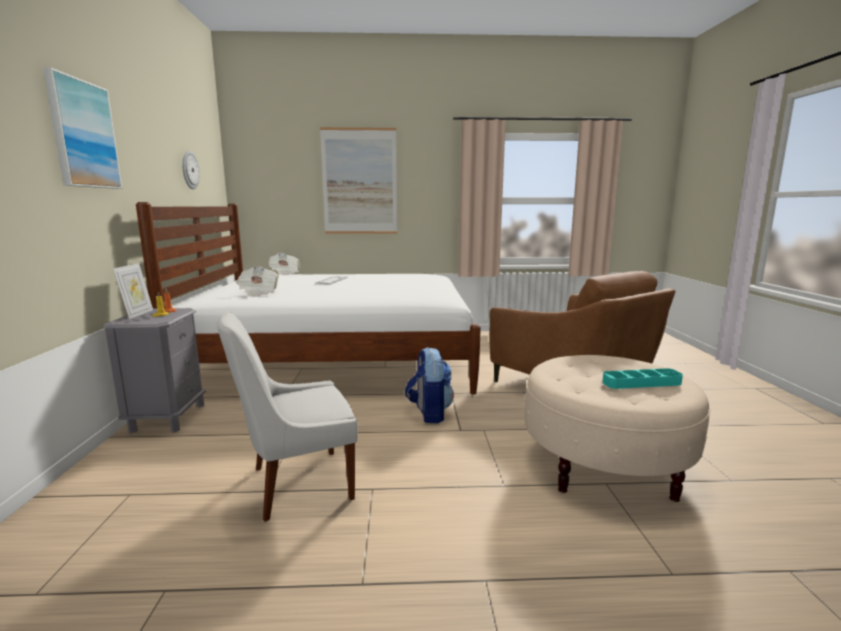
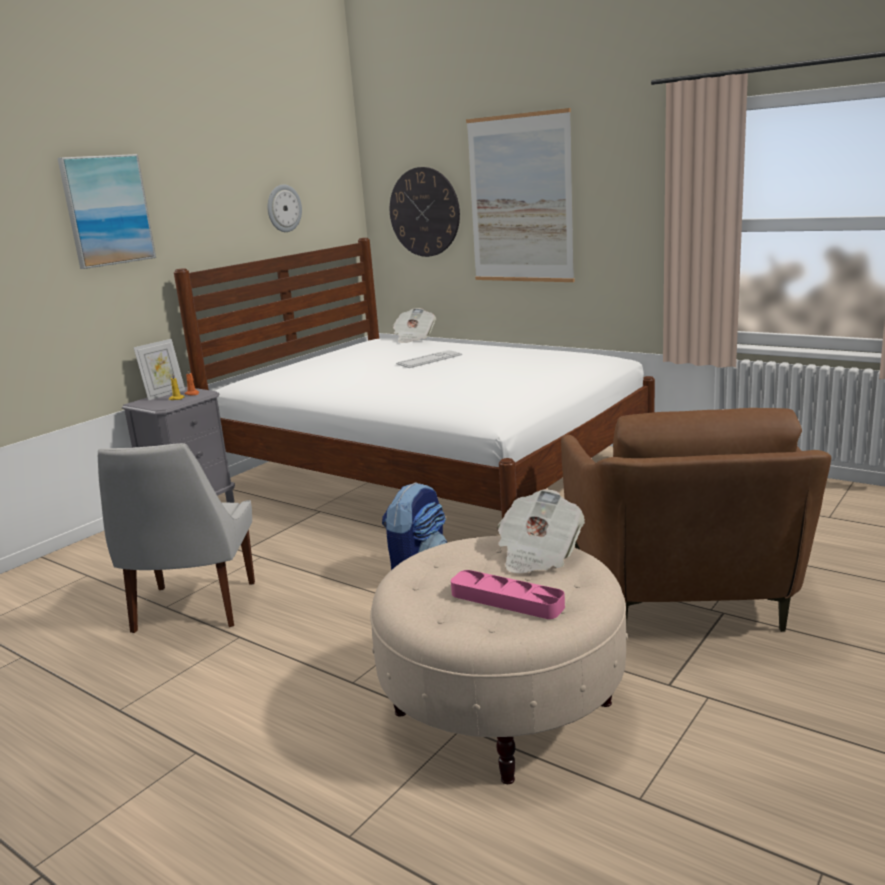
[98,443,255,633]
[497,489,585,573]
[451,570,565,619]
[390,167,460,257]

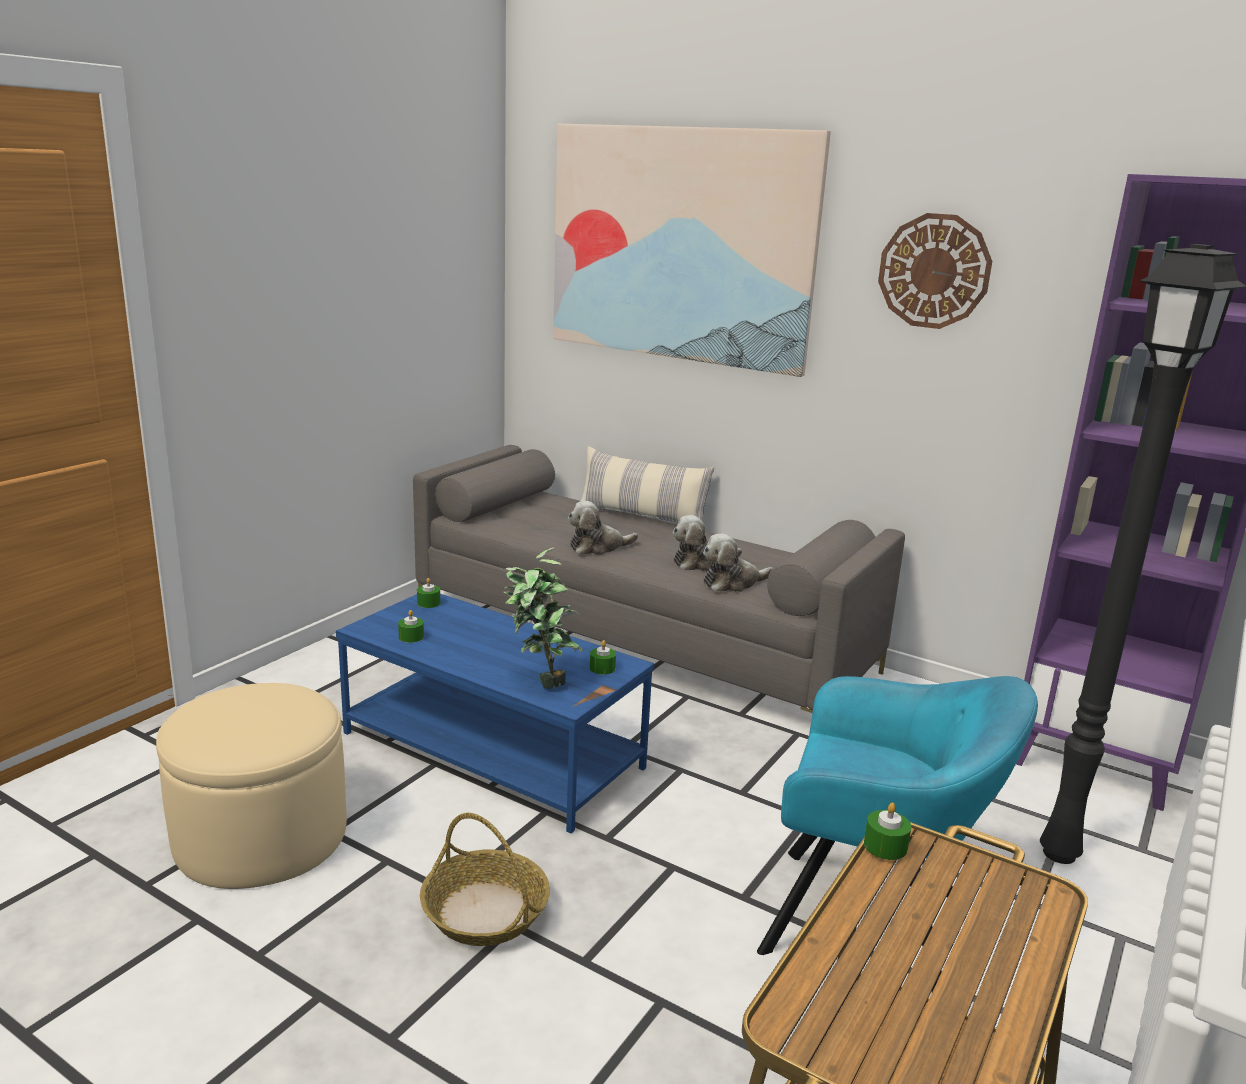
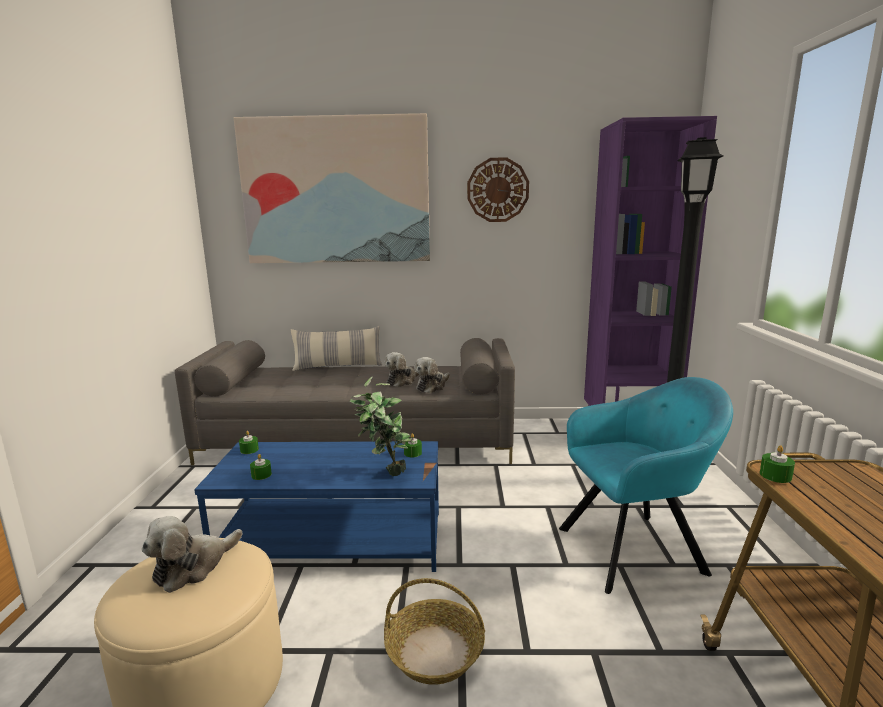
[141,516,242,593]

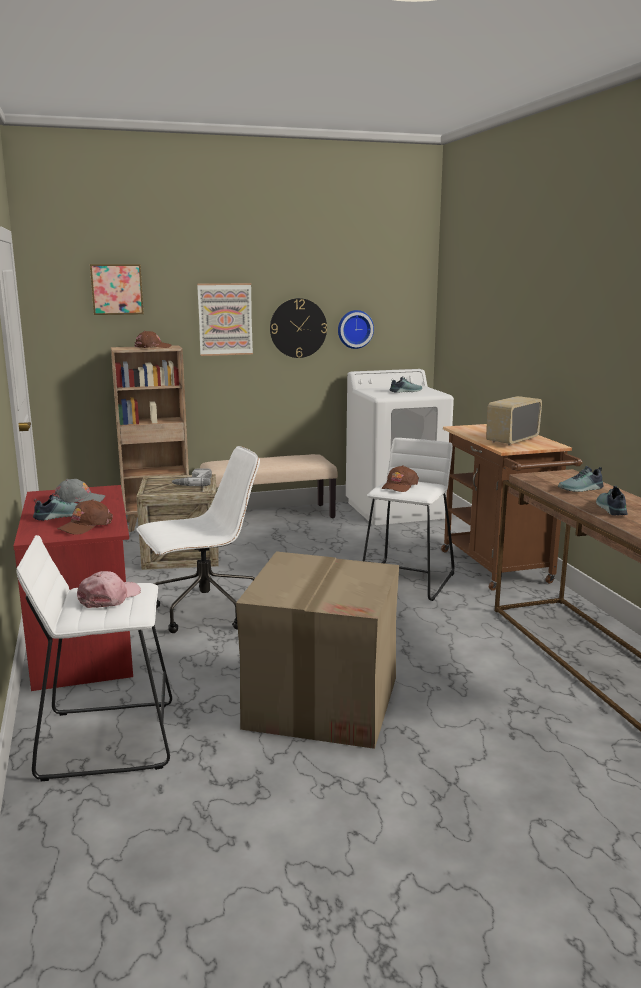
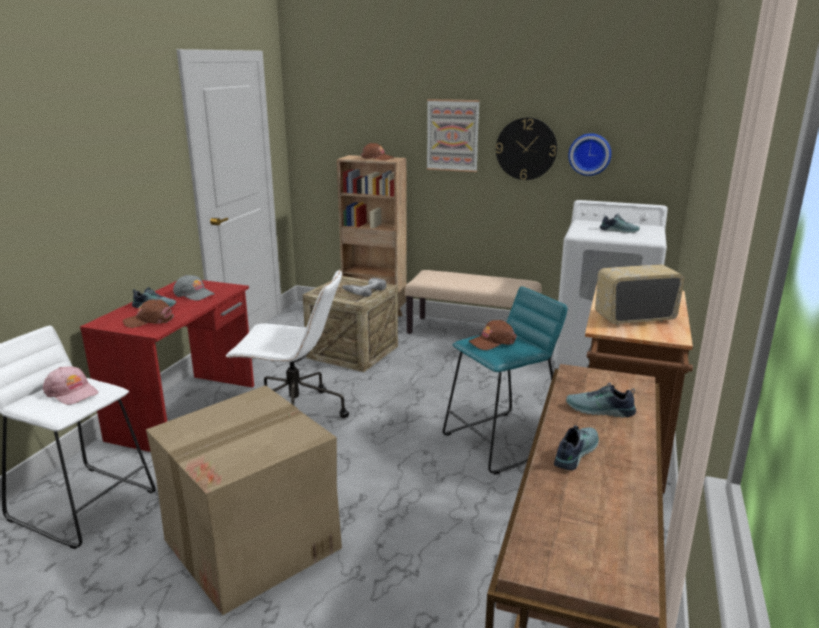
[43,367,99,405]
[90,264,144,315] (first image)
[443,286,568,475]

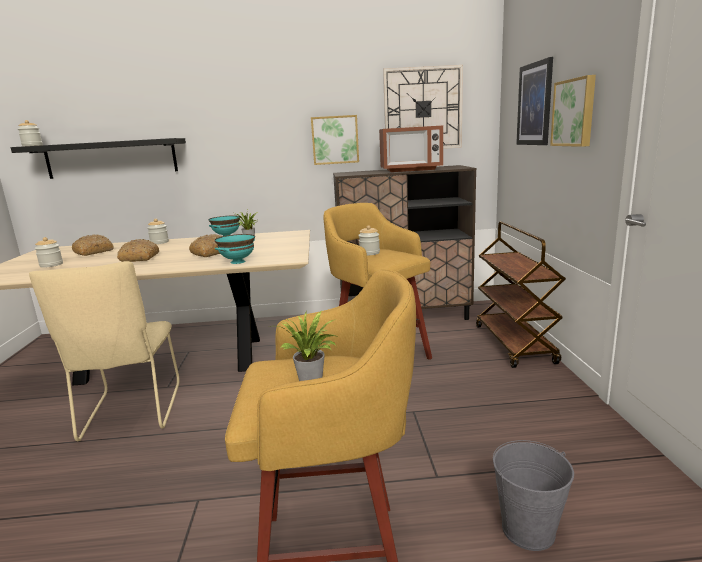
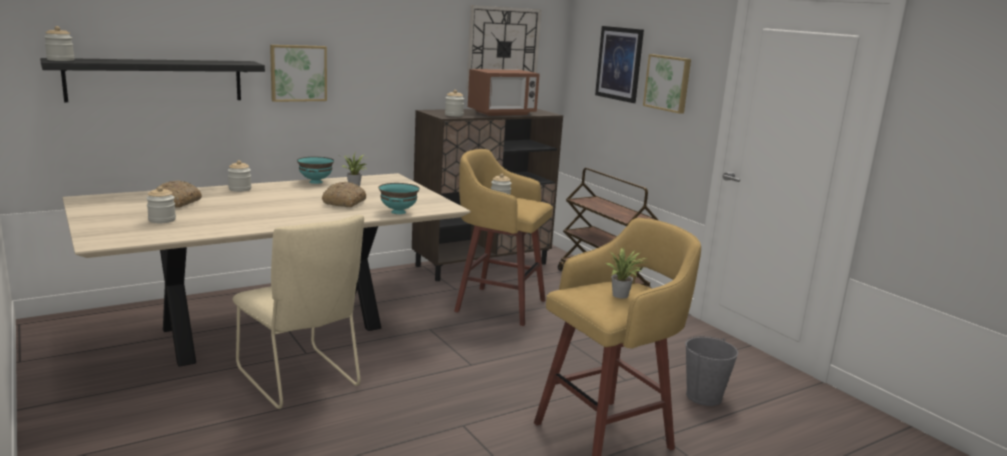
[117,239,159,262] (first image)
[270,45,327,102]
[445,90,464,117]

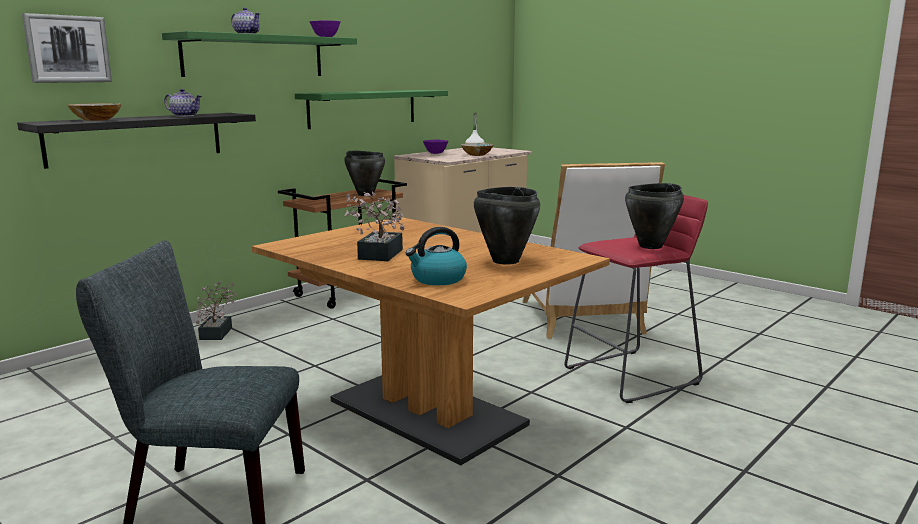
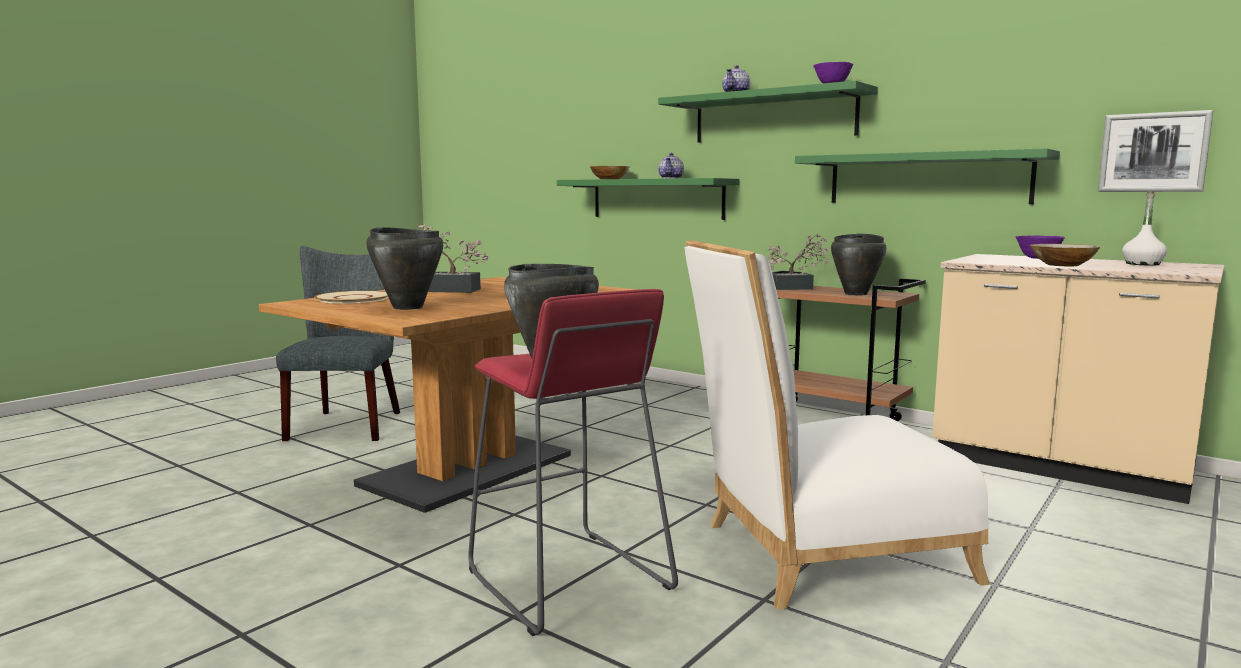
[557,178,739,220]
[1098,110,1213,192]
[767,234,829,290]
[314,291,388,304]

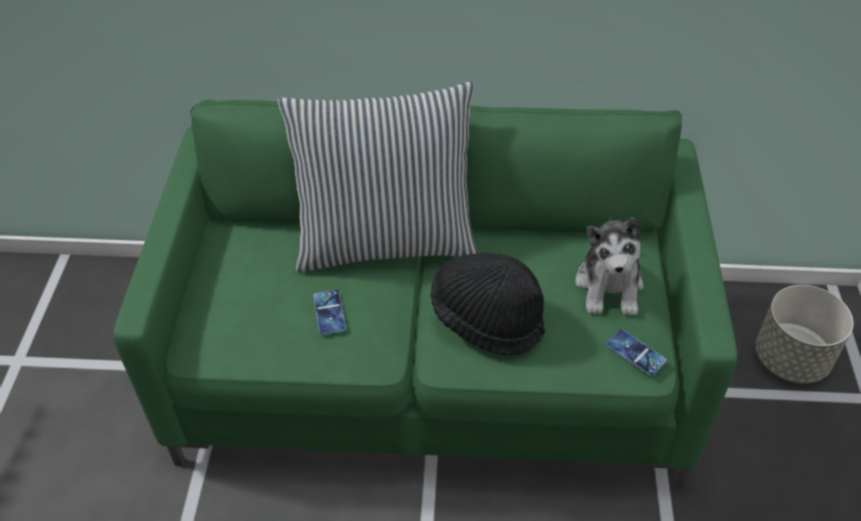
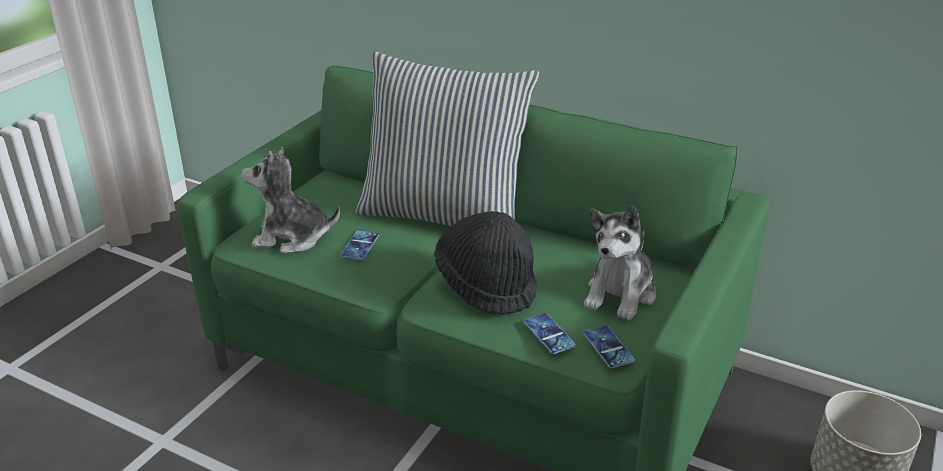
[241,146,340,254]
[523,313,576,354]

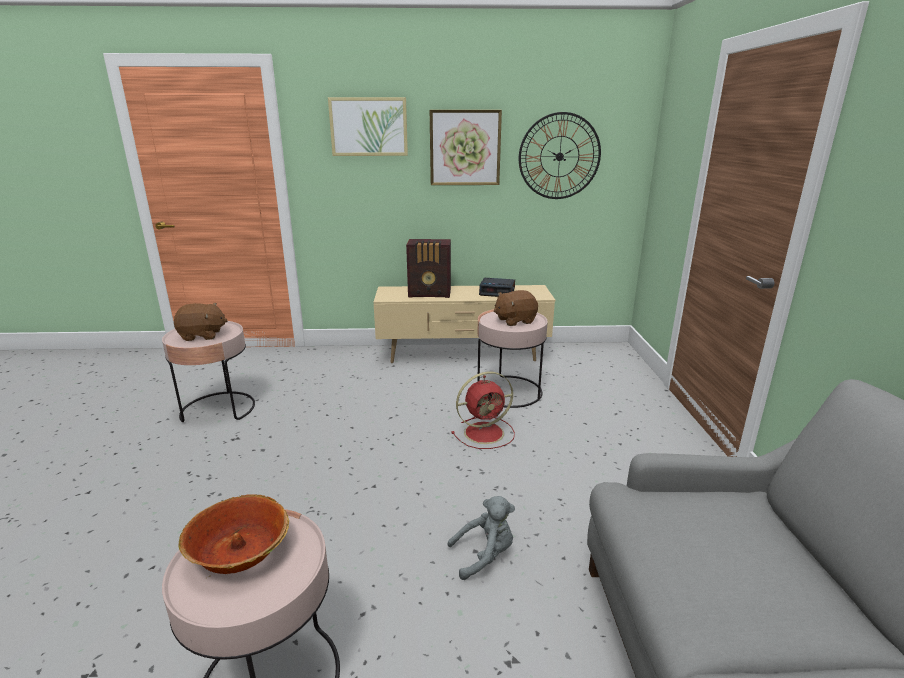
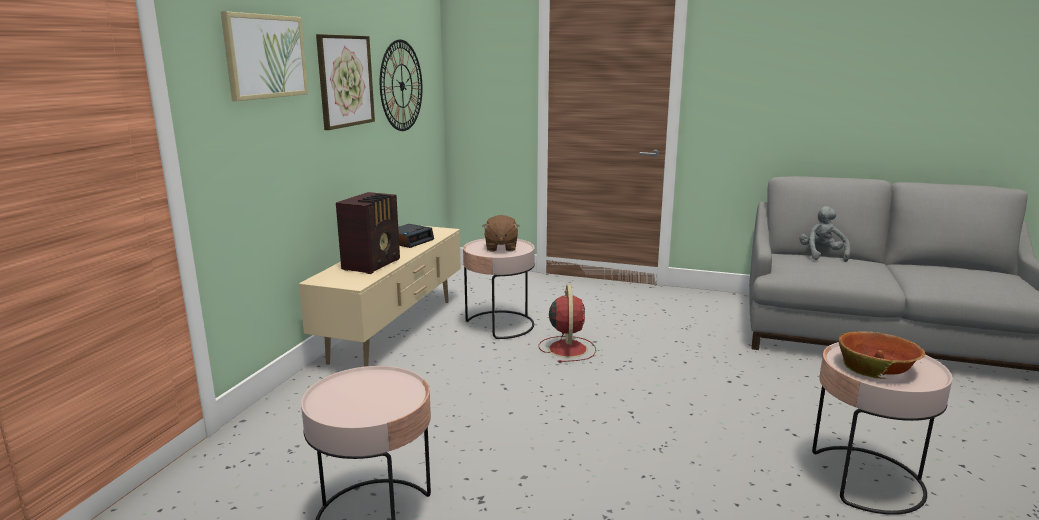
[174,303,228,341] (first image)
[799,206,850,262]

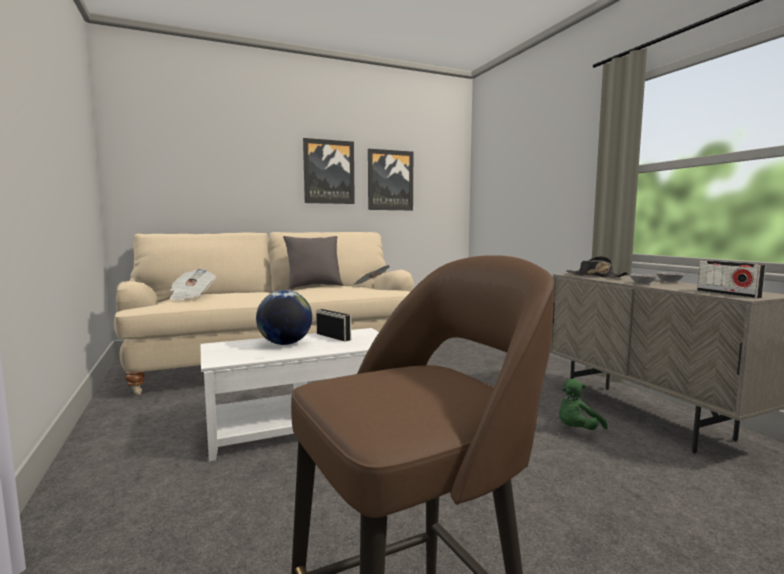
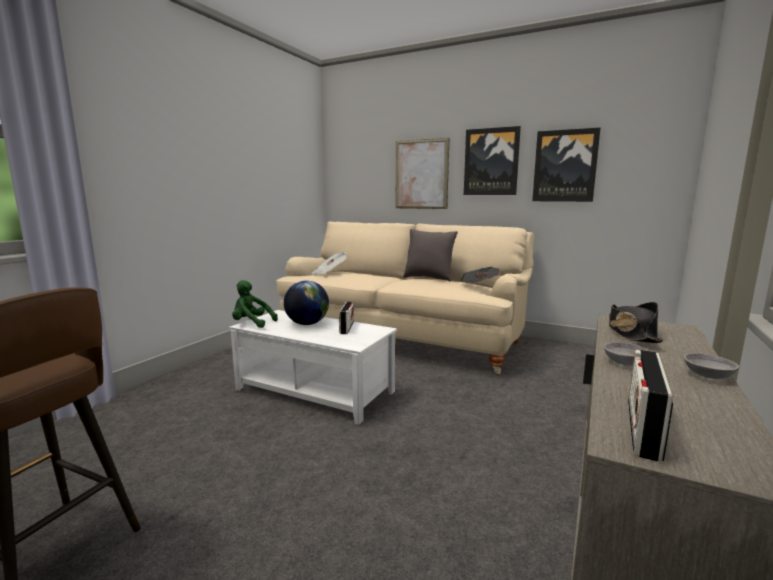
[232,280,278,328]
[396,138,449,209]

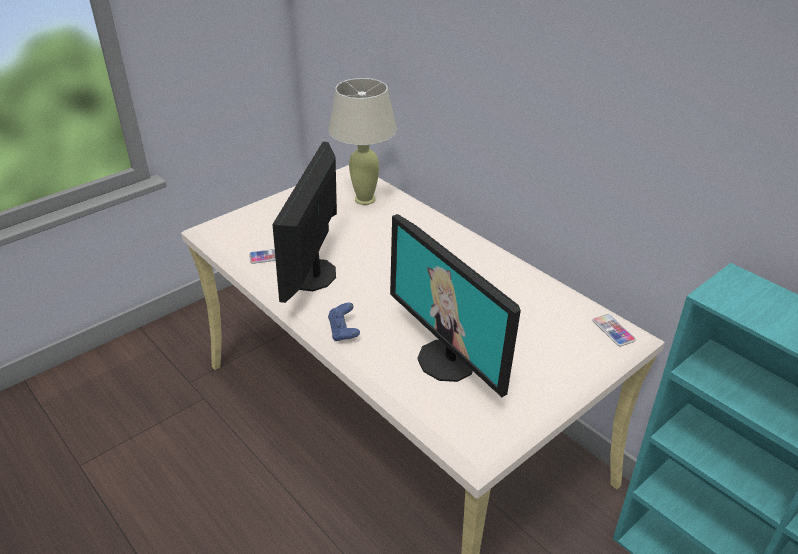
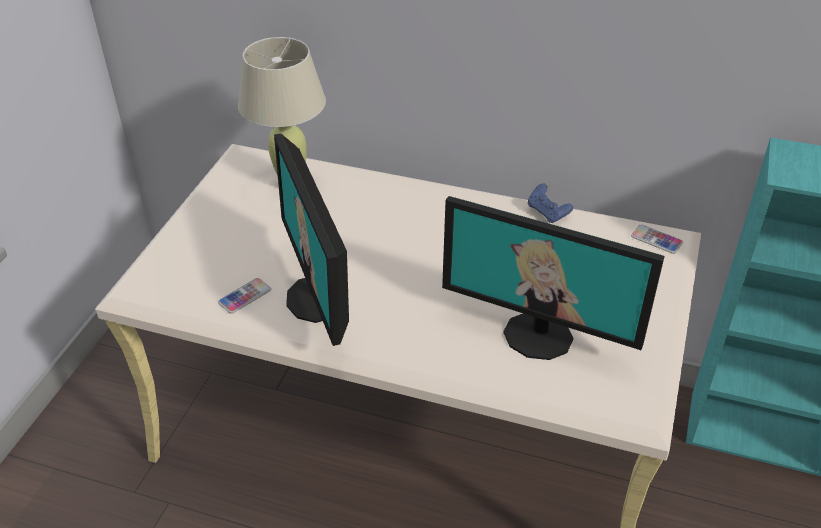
[528,184,573,223]

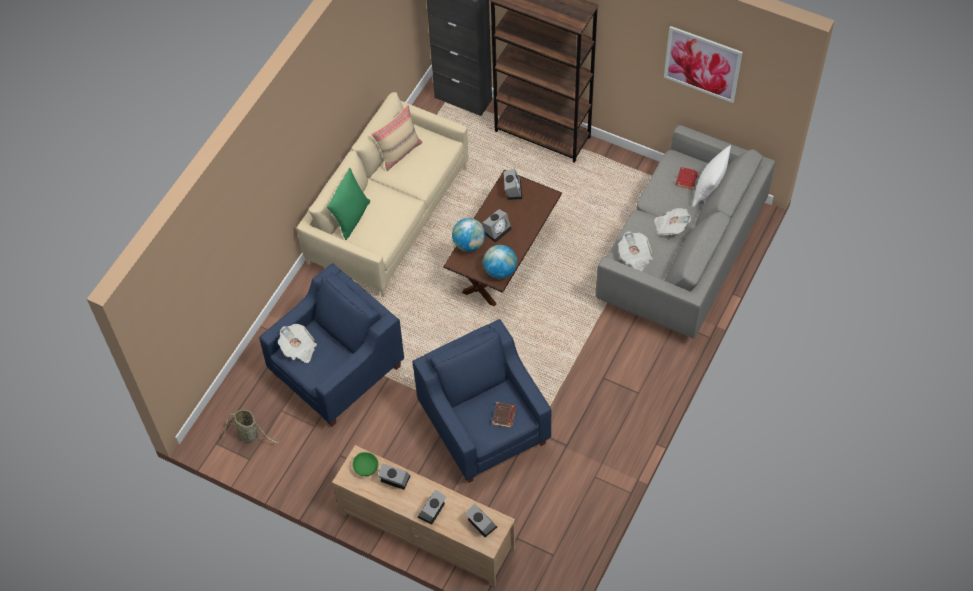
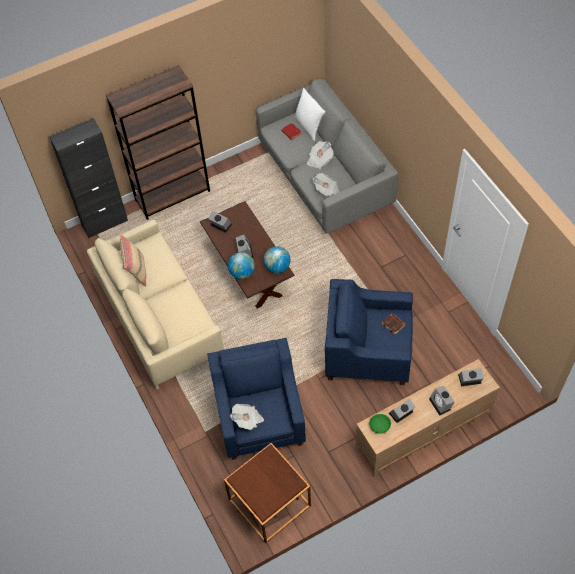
[224,443,311,543]
[327,168,370,240] (first image)
[664,26,743,103] (first image)

